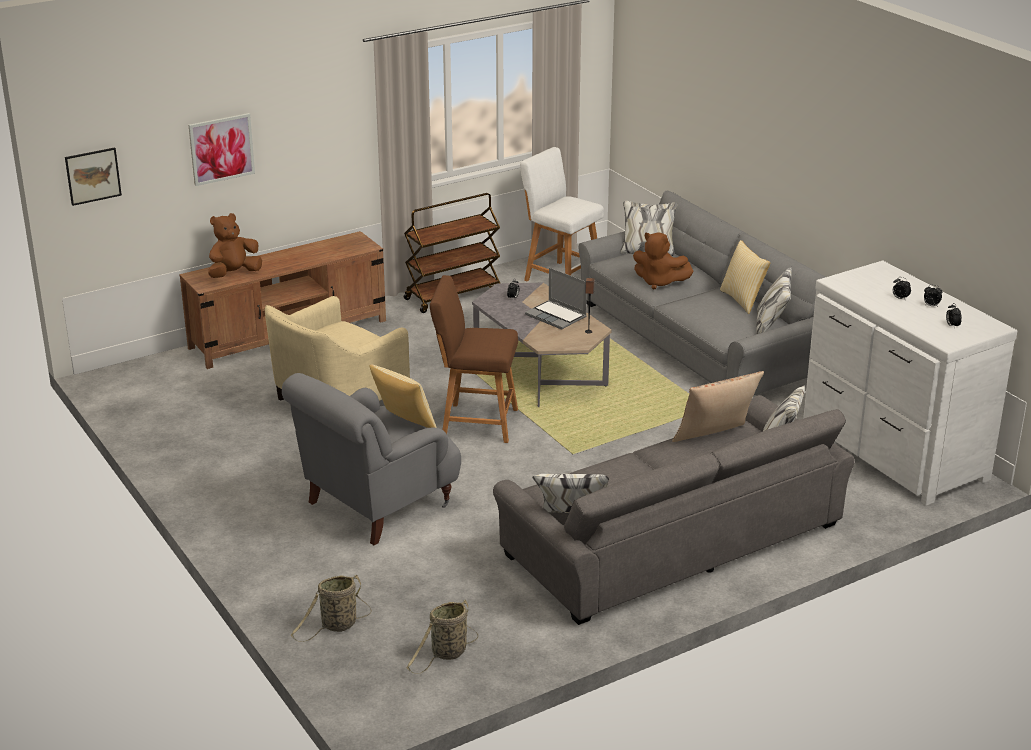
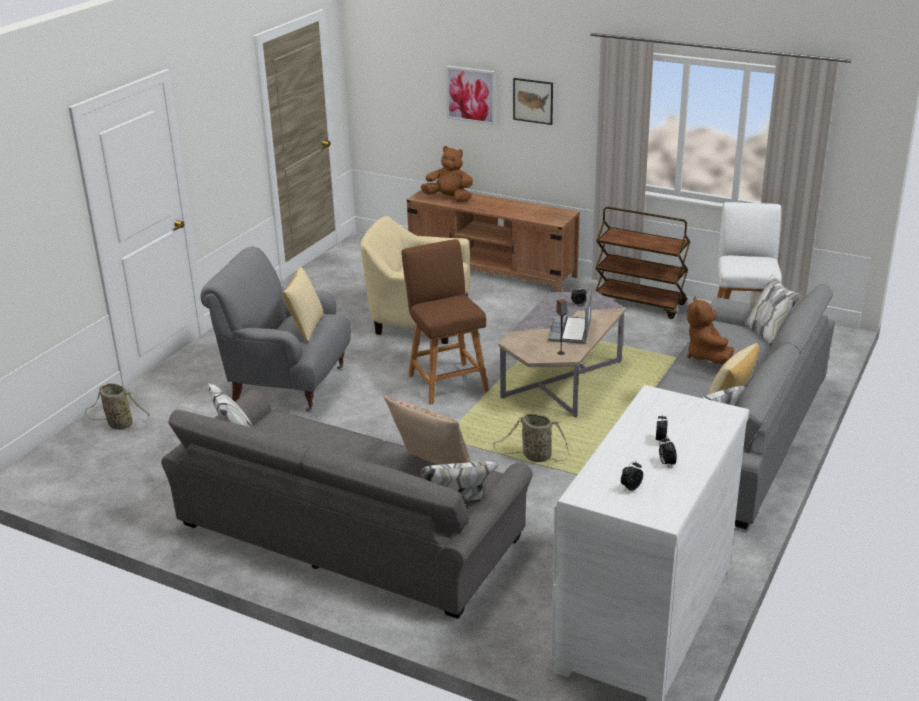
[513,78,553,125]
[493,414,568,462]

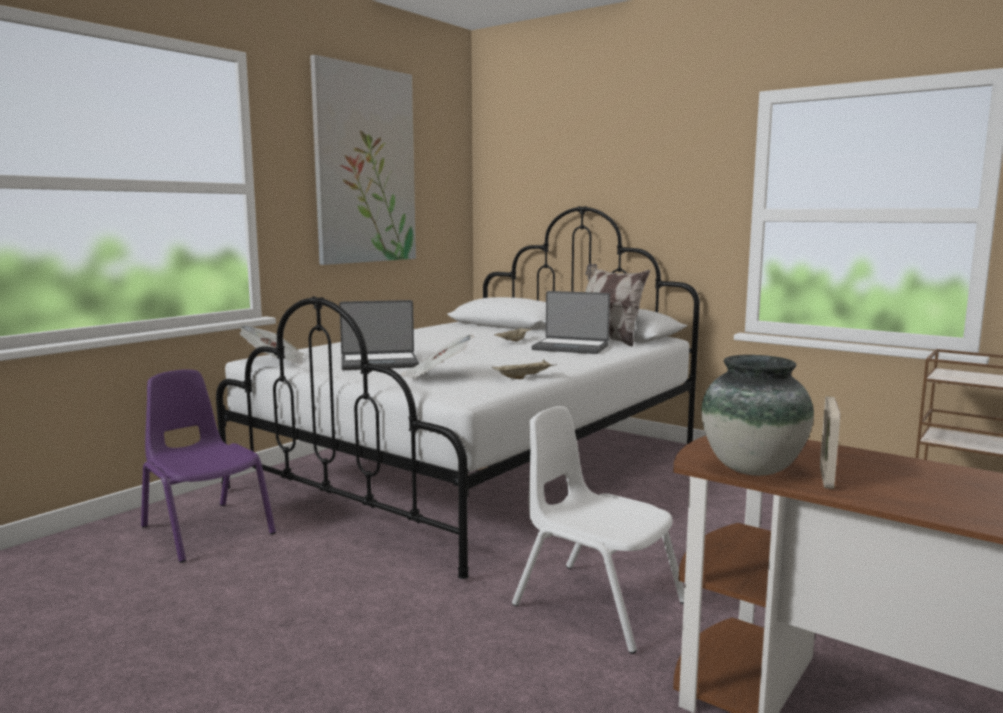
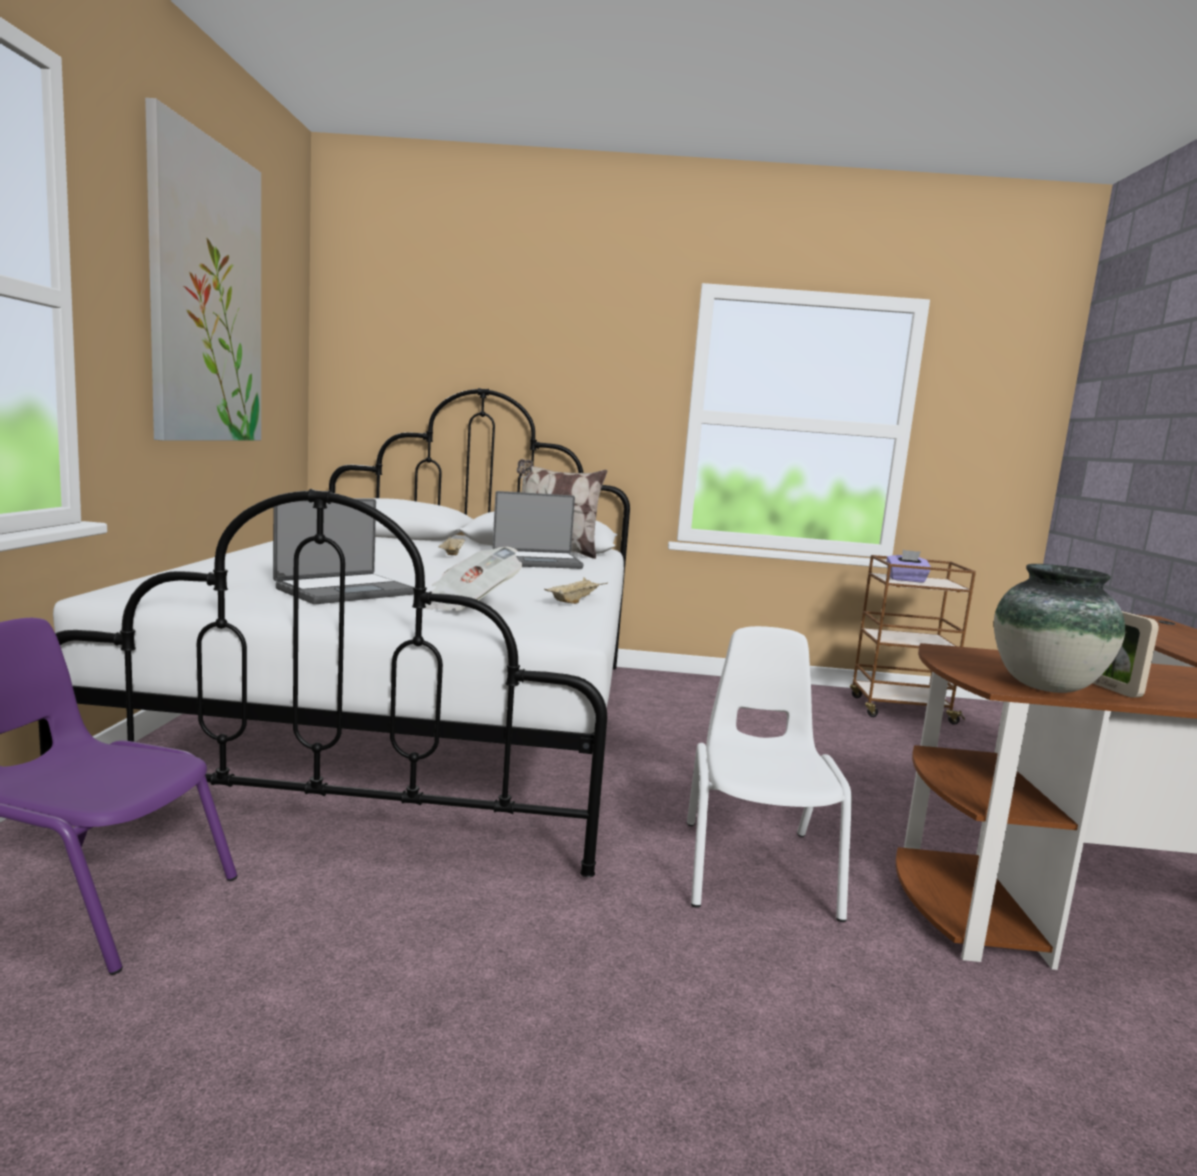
[239,325,304,364] (first image)
[687,626,852,922]
[887,550,931,583]

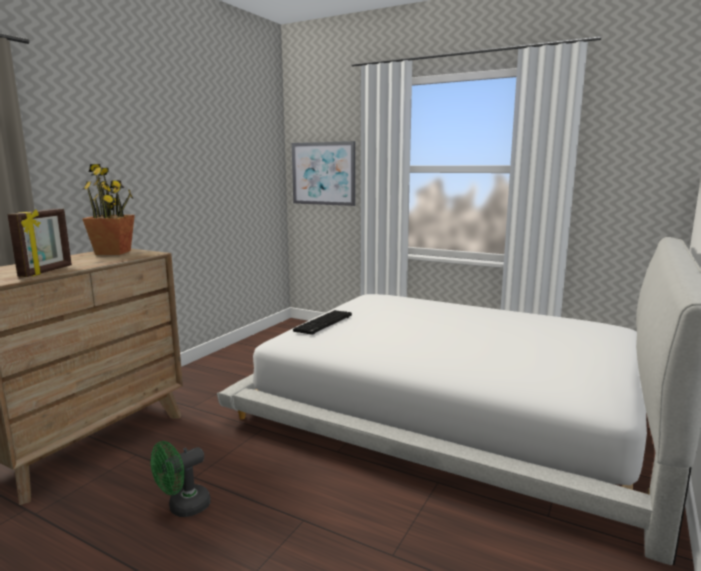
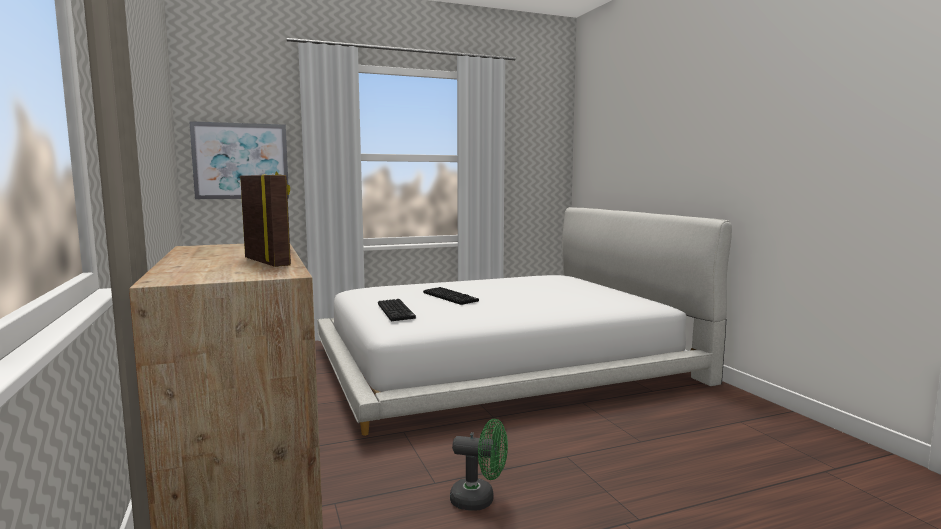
[82,164,135,255] (first image)
[450,419,508,511]
[423,287,479,305]

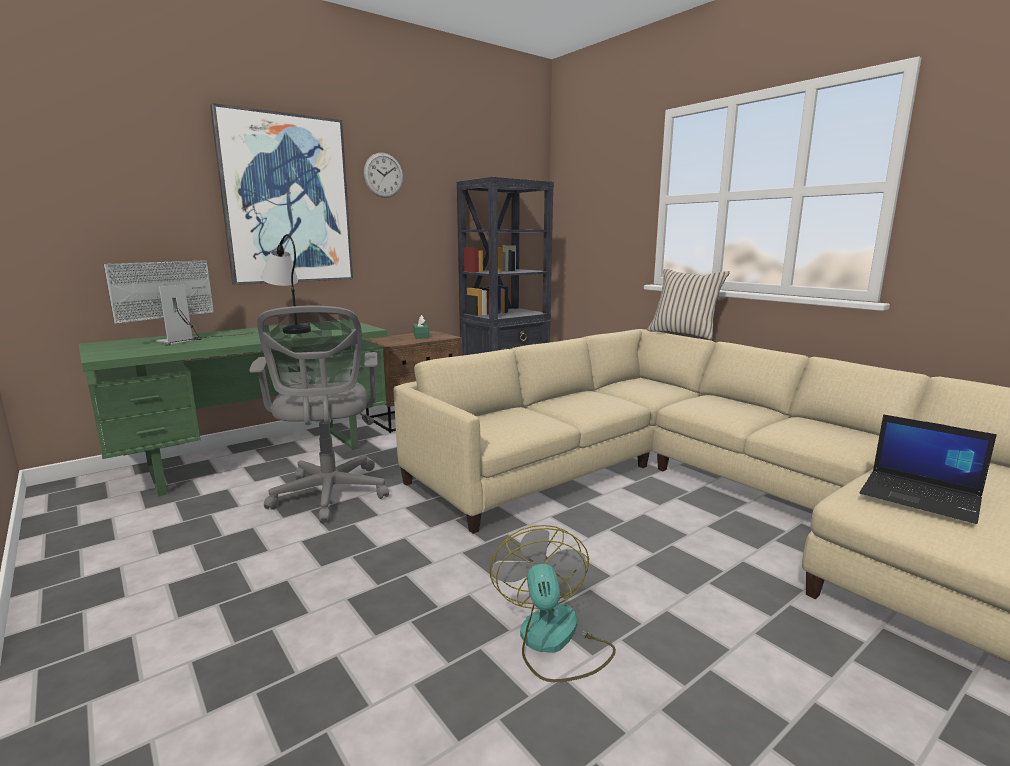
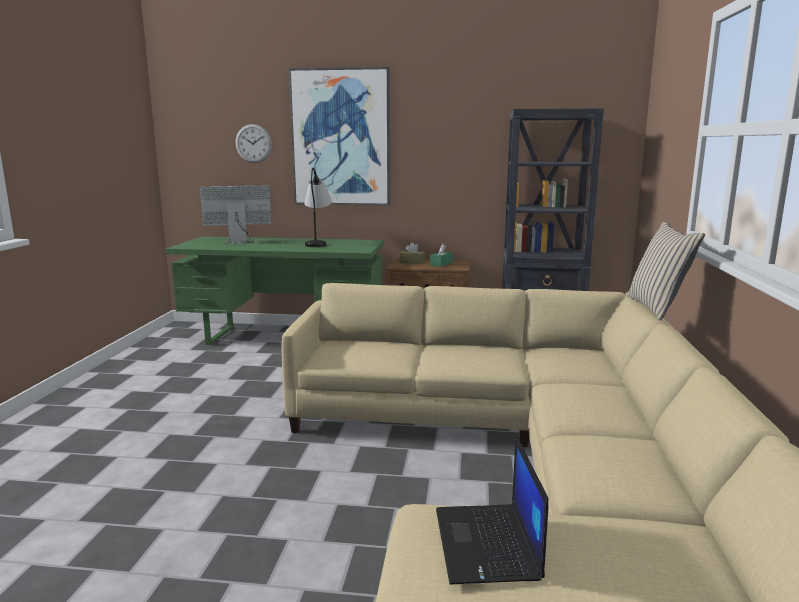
[249,305,389,523] (first image)
[235,124,272,163]
[490,525,616,682] (first image)
[400,242,425,264]

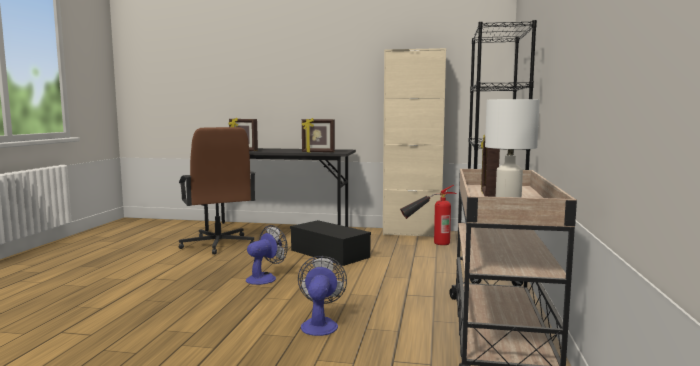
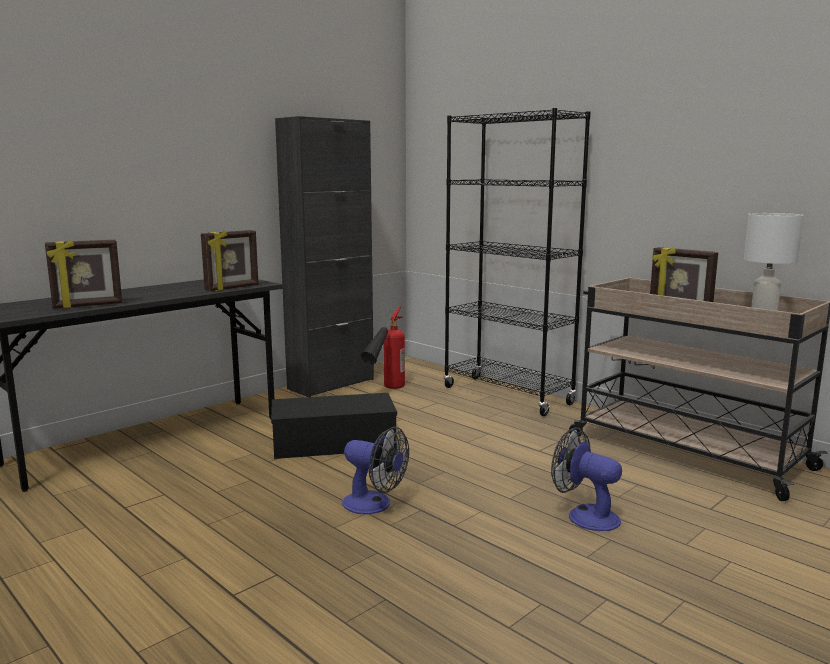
[179,127,255,255] (first image)
[342,427,409,514]
[275,116,374,397]

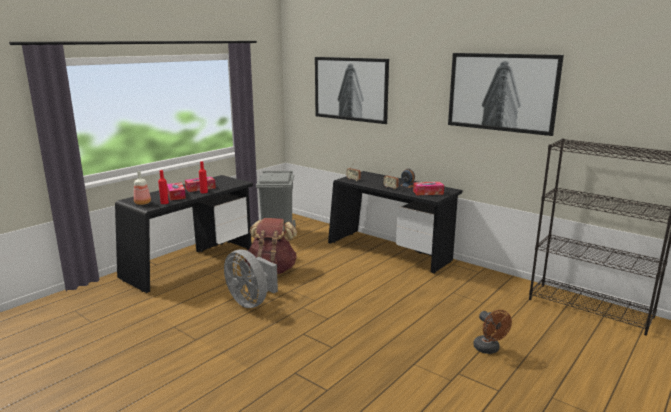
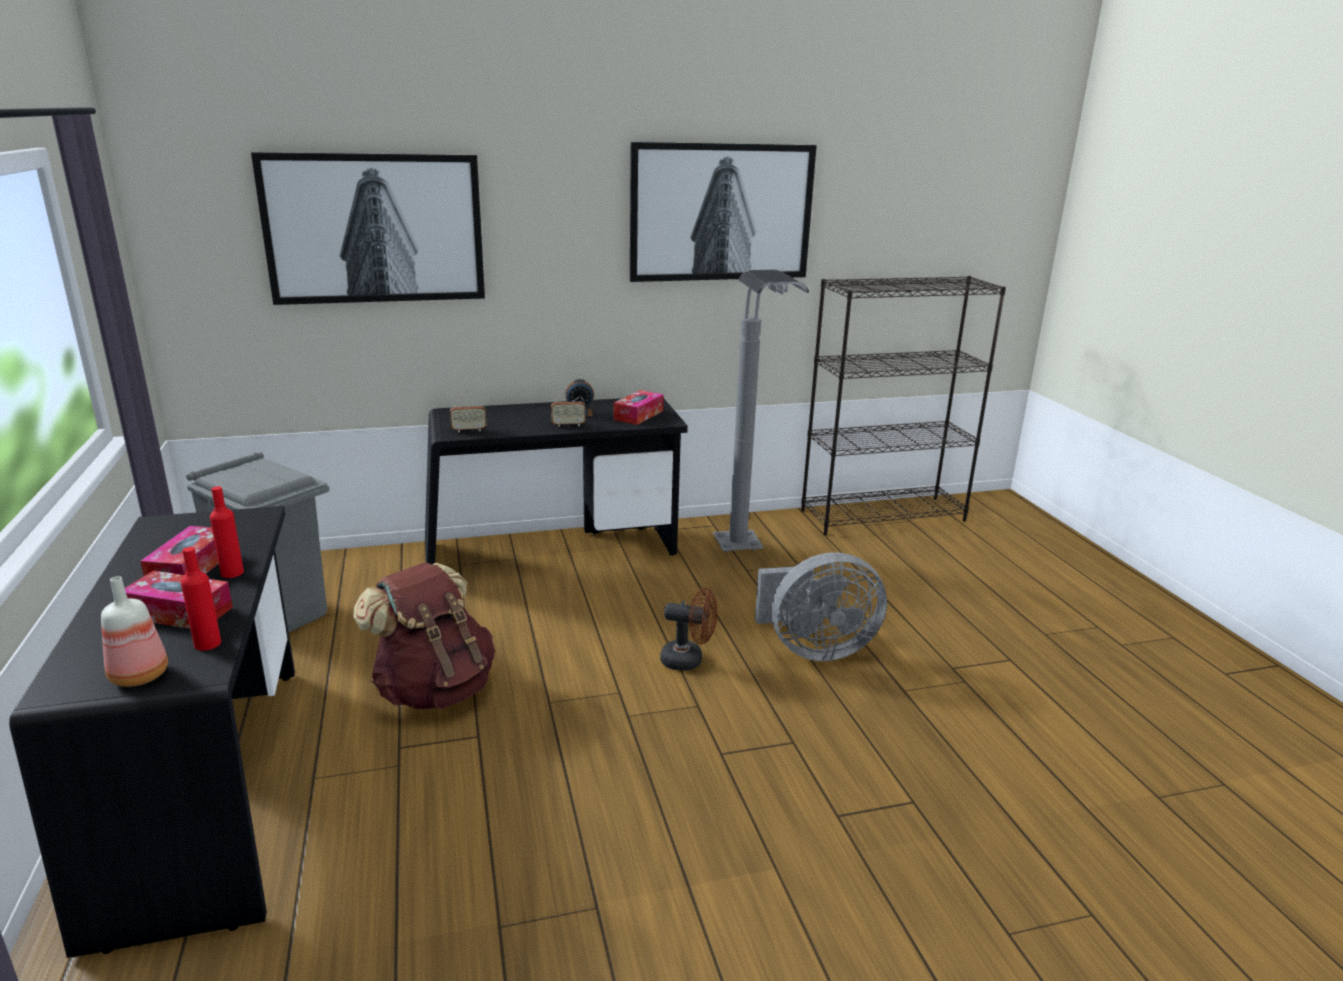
[755,552,887,661]
[660,588,718,671]
[713,270,809,553]

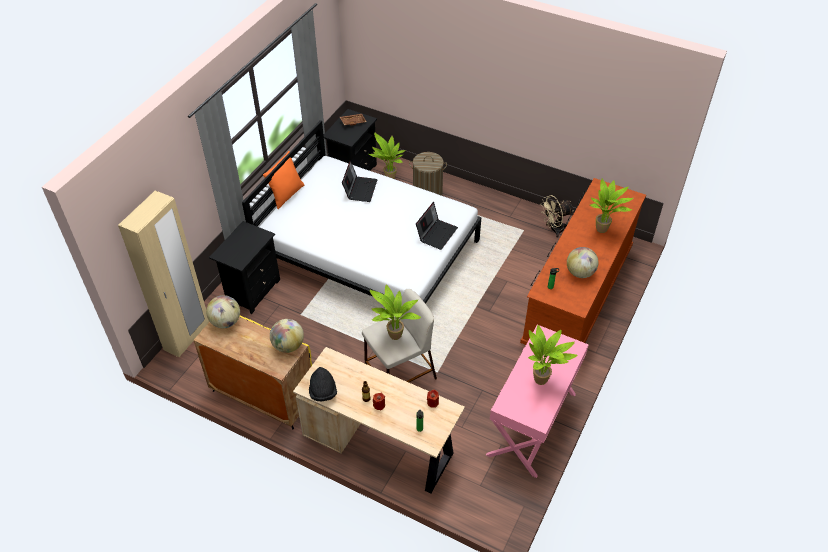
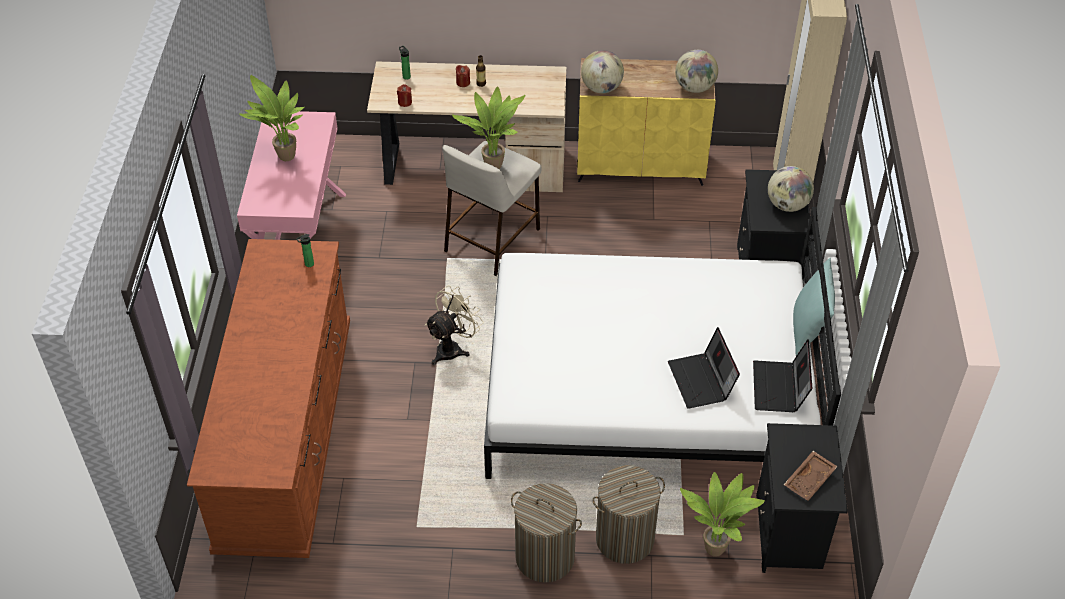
[793,258,835,356]
[309,367,337,401] (first image)
[753,339,812,412]
[425,286,484,365]
[768,166,814,212]
[590,179,633,233] (first image)
[511,483,582,582]

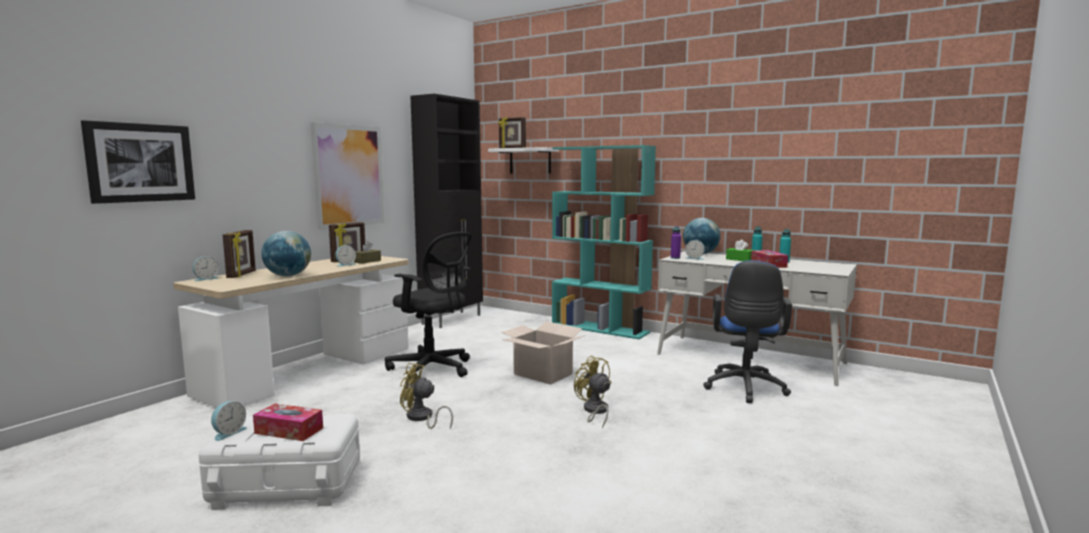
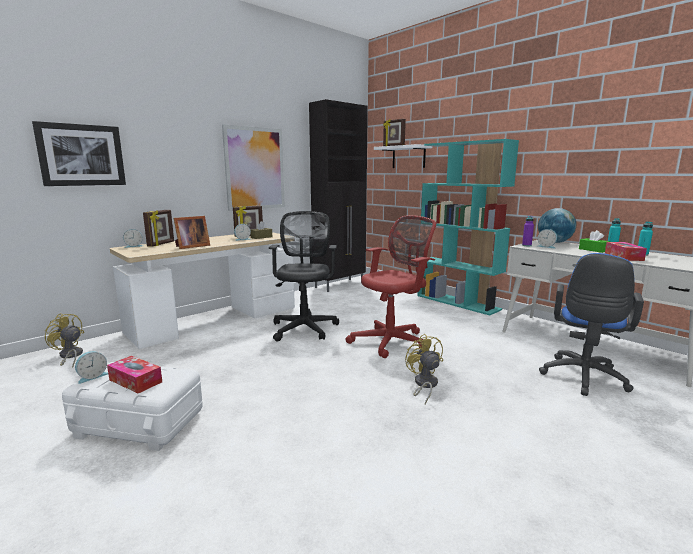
[174,216,210,249]
[269,211,339,342]
[45,313,84,368]
[346,215,436,358]

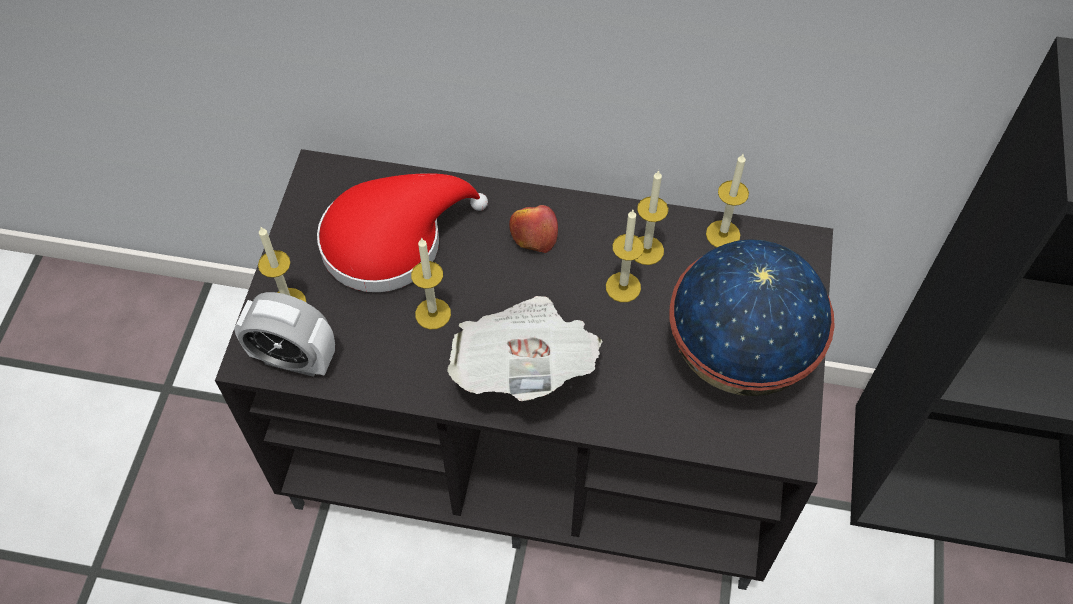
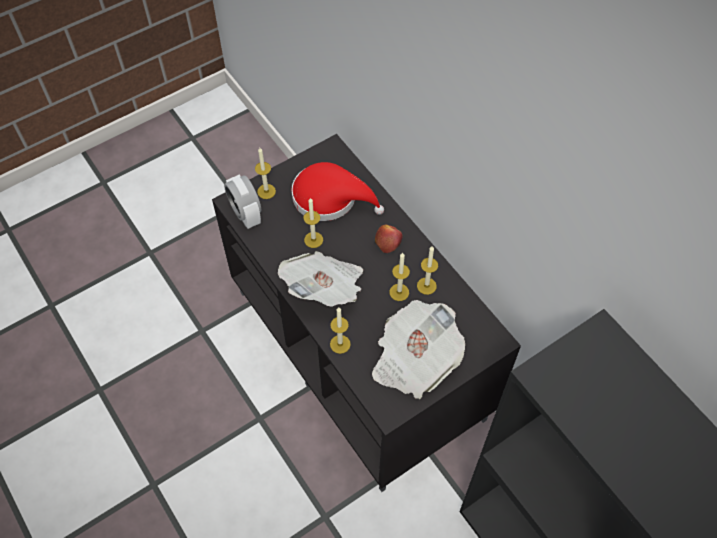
[372,300,465,399]
[330,308,351,354]

